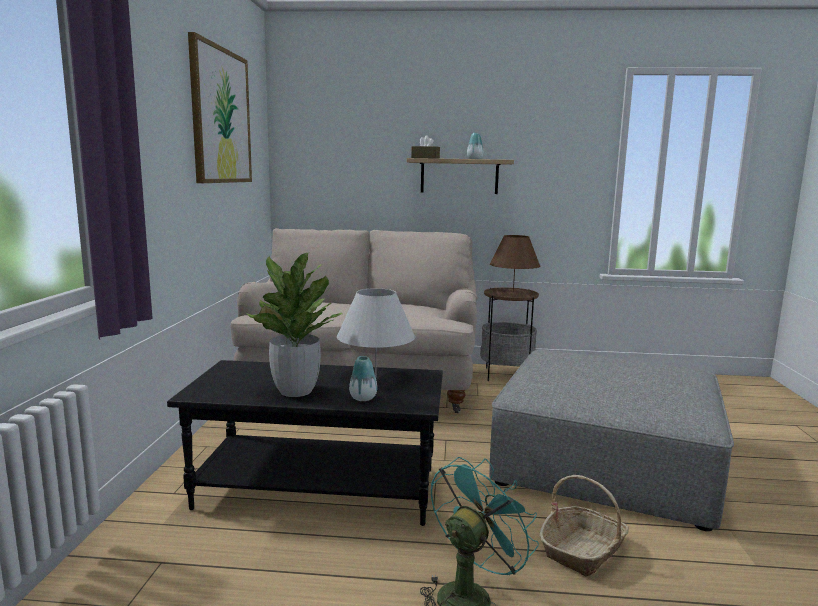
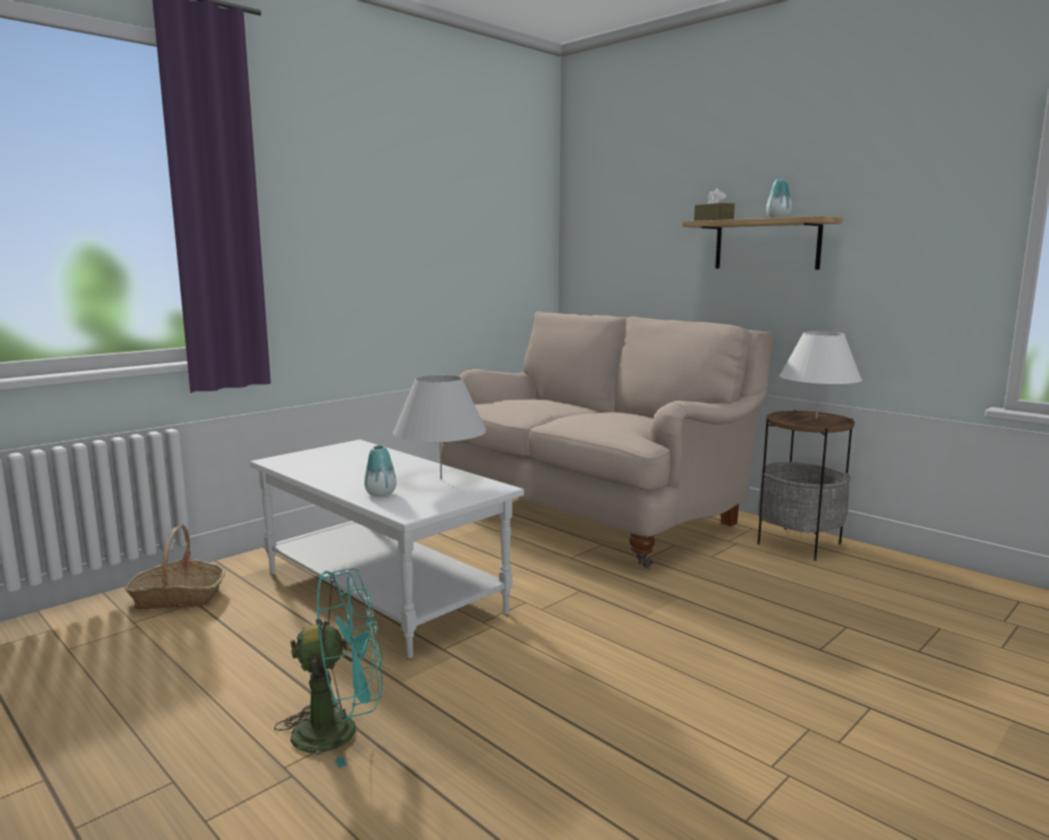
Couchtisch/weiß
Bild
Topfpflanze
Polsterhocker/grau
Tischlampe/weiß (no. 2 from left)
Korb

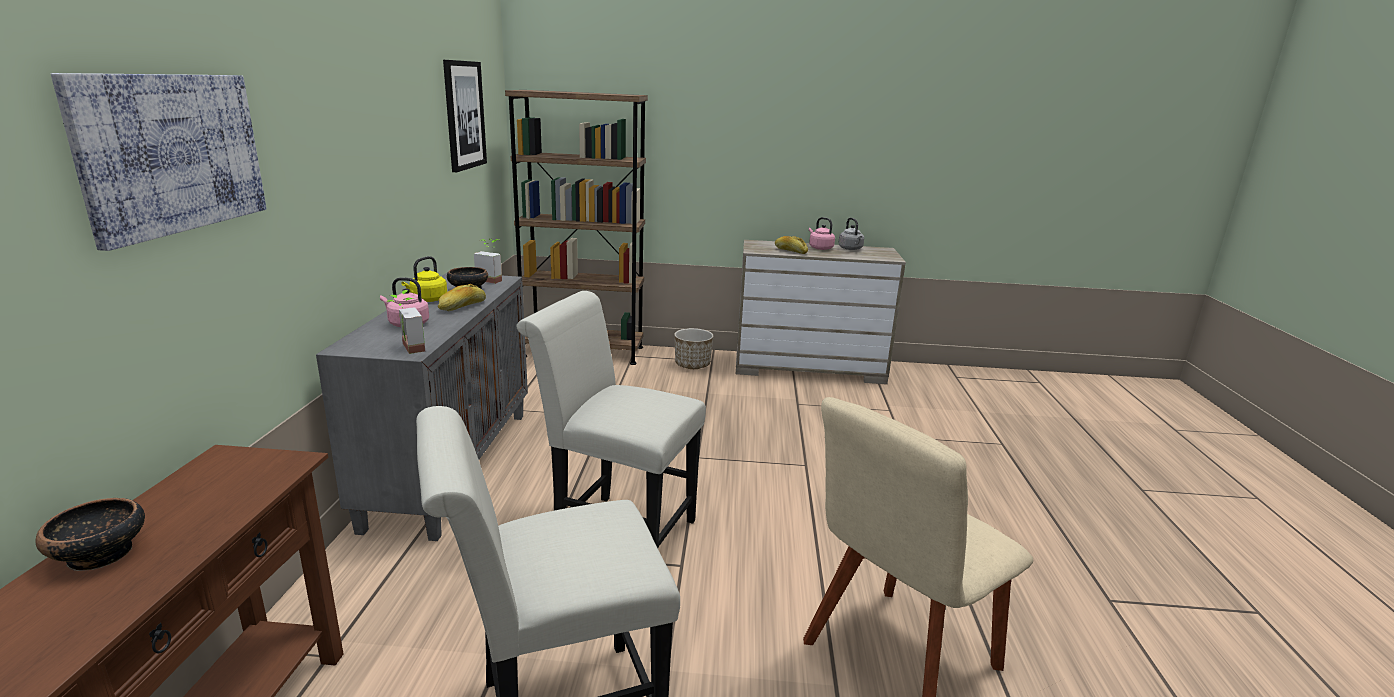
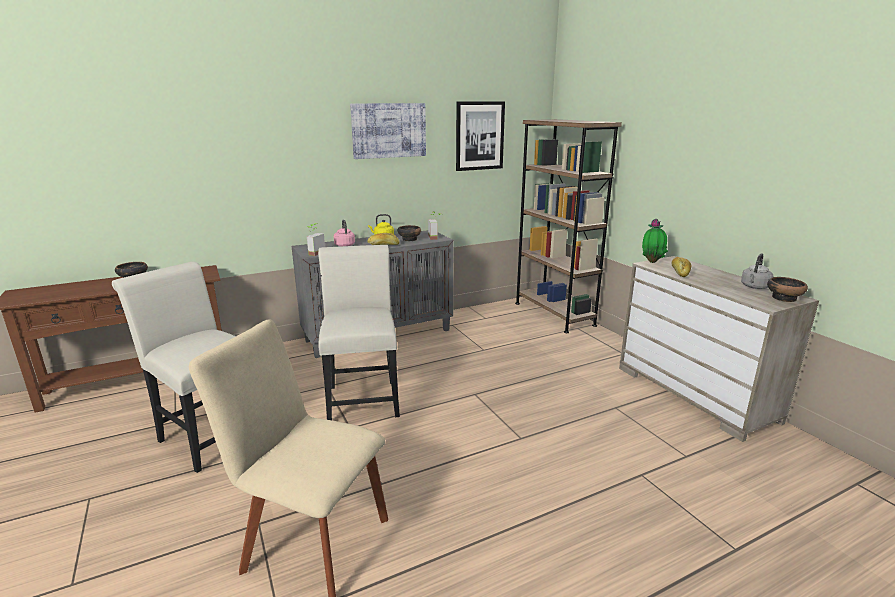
Bild (no. 1 from left)
Pflanzkübel
Wasserkessel/rosa (no. 2 from left in the first image)
Topfpflanze (no. 3 from left)
Schüssel (no. 3 from left)

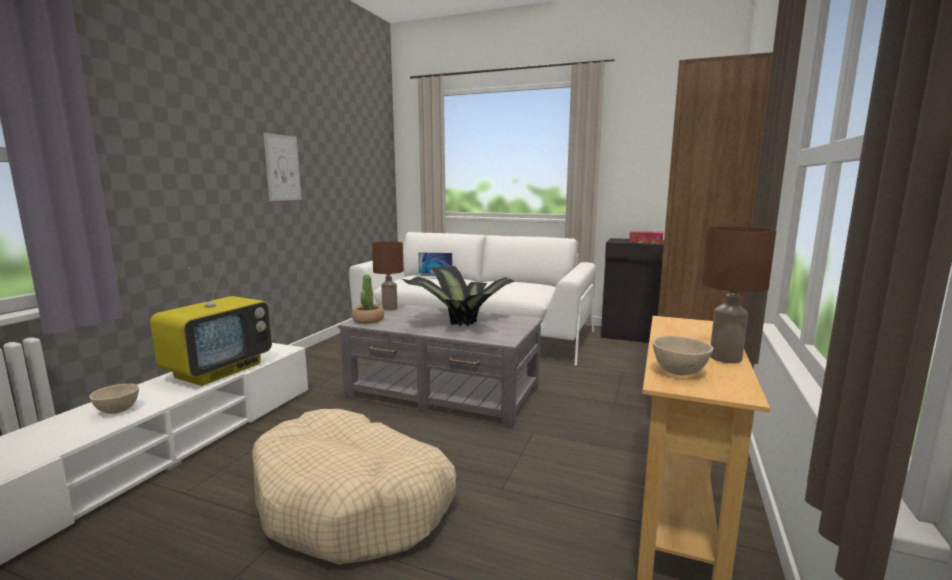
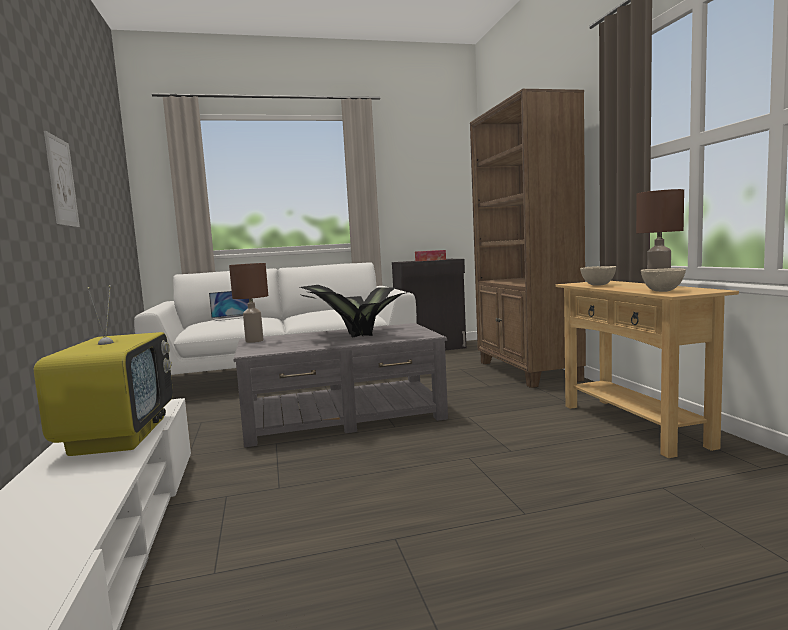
Schüssel/beige (no. 1 from left)
Hundebett/beige
Topfpflanze (no. 1 from left in the first image)

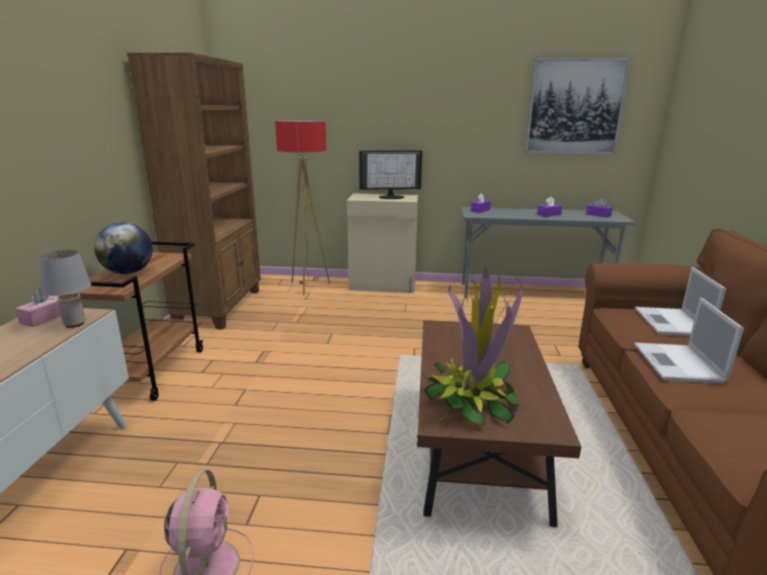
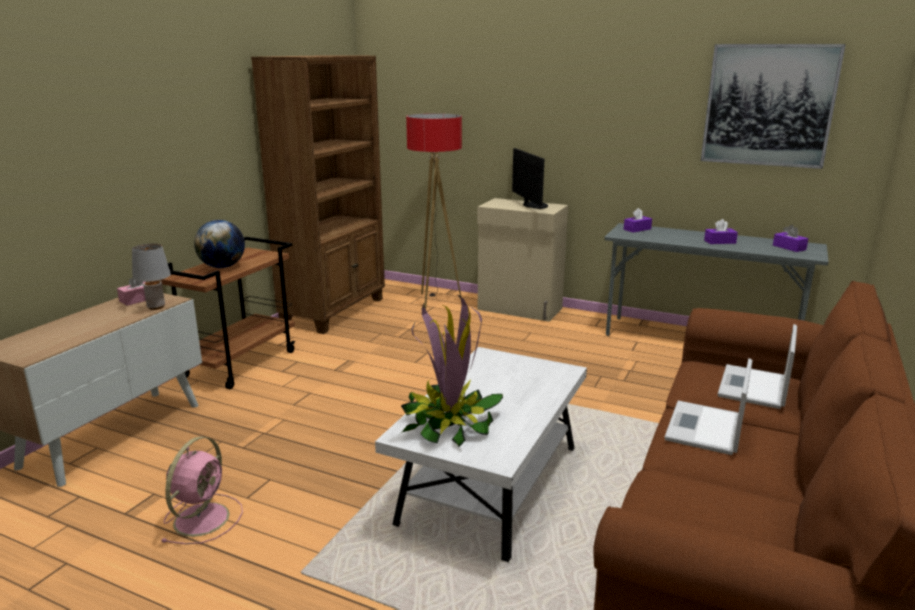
Monitor
Couchtisch/weiß

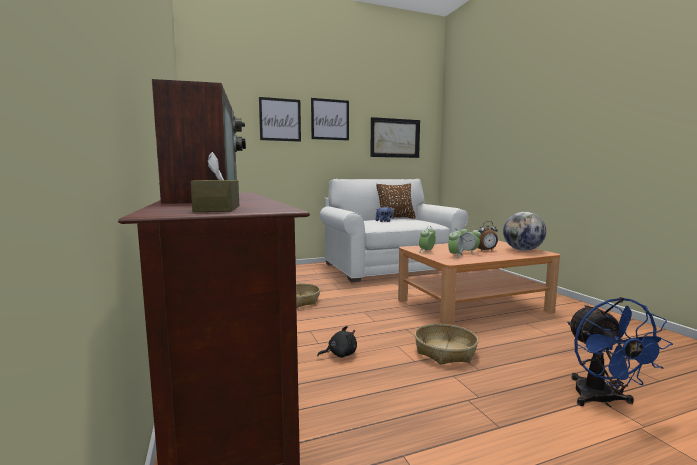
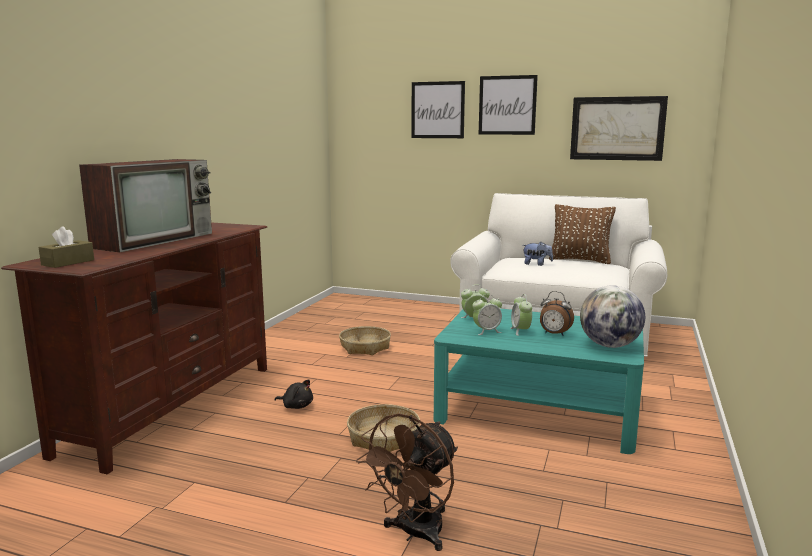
Couchtisch/türkis
Ventilator/braun

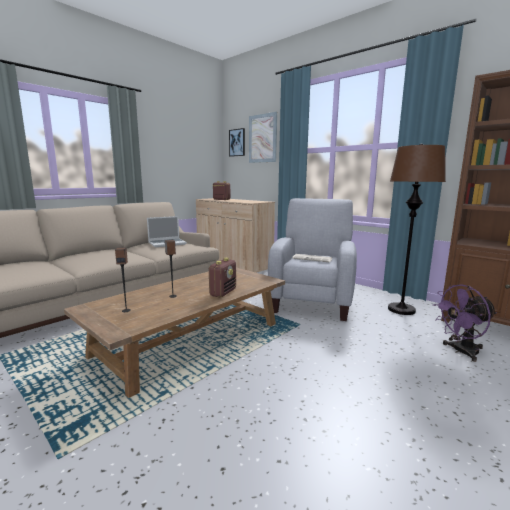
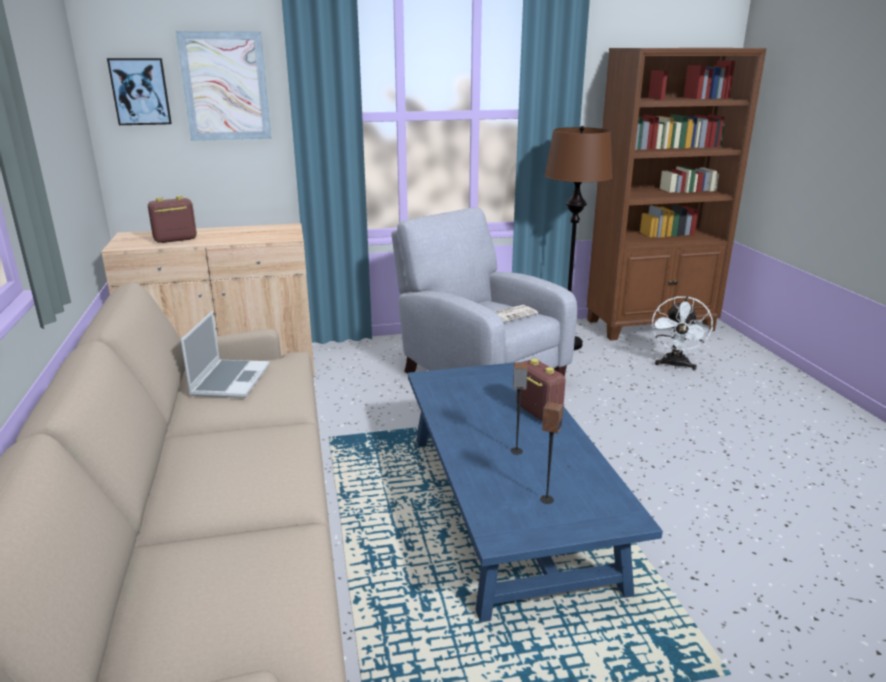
Couchtisch/blau
Ventilator/weiß

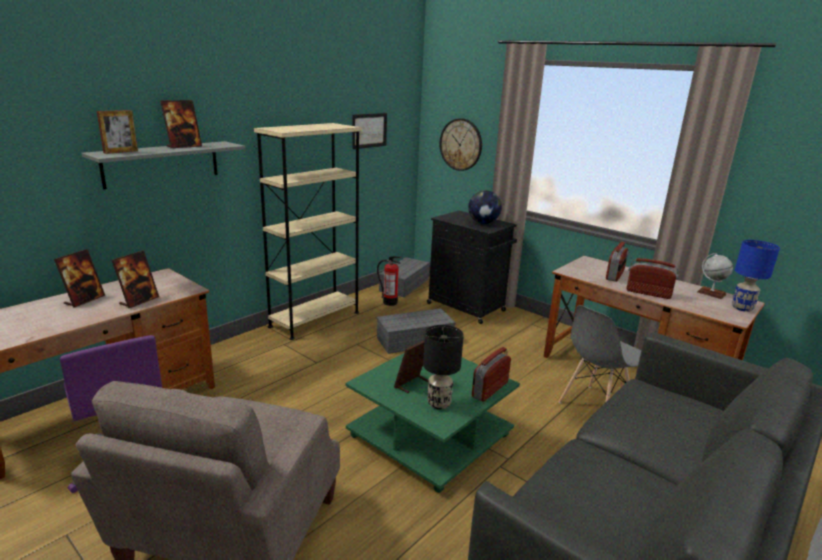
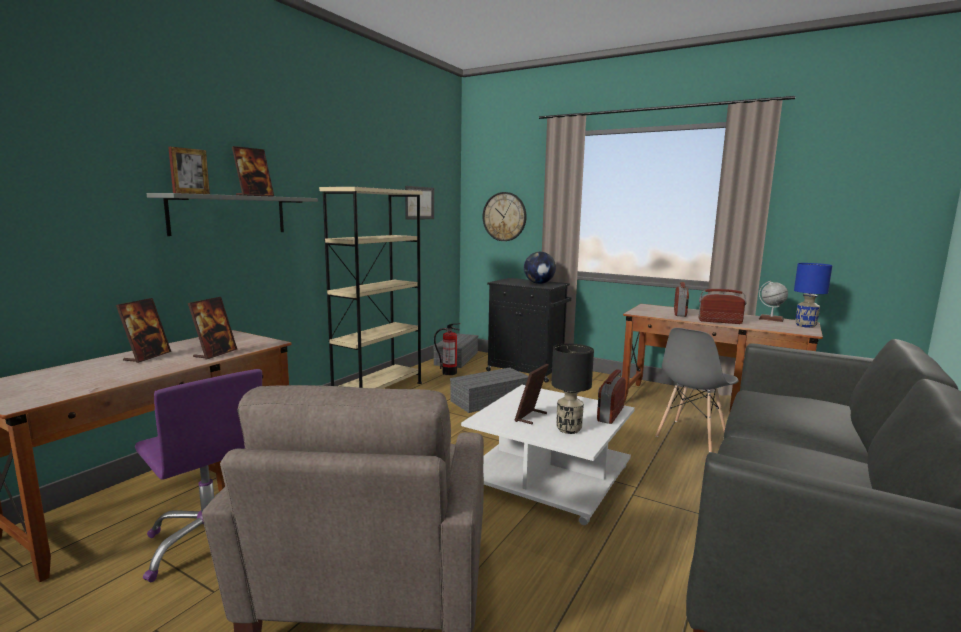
Couchtisch/weiß

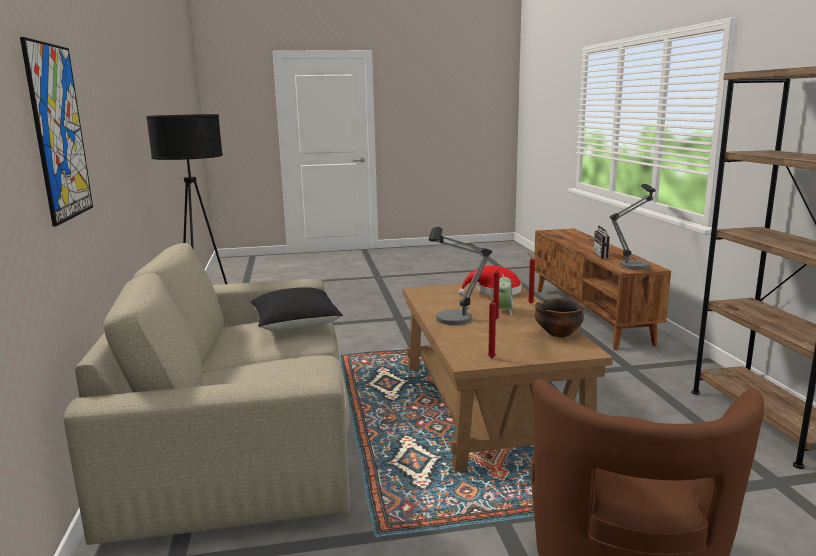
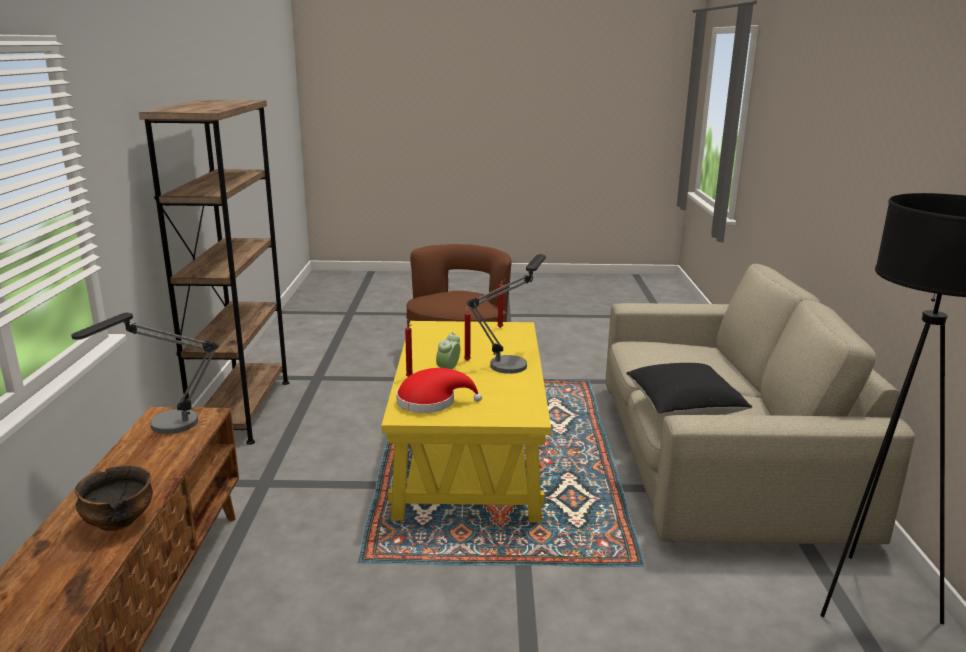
Bild
Couchtisch/gelb
Schüssel
Radio

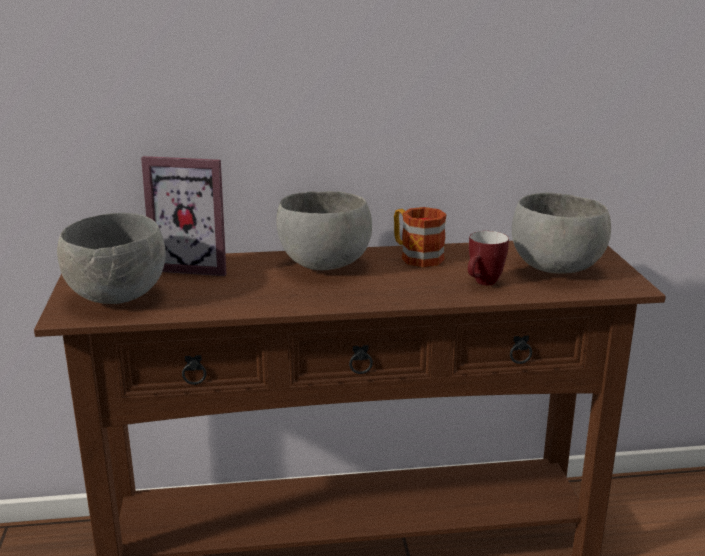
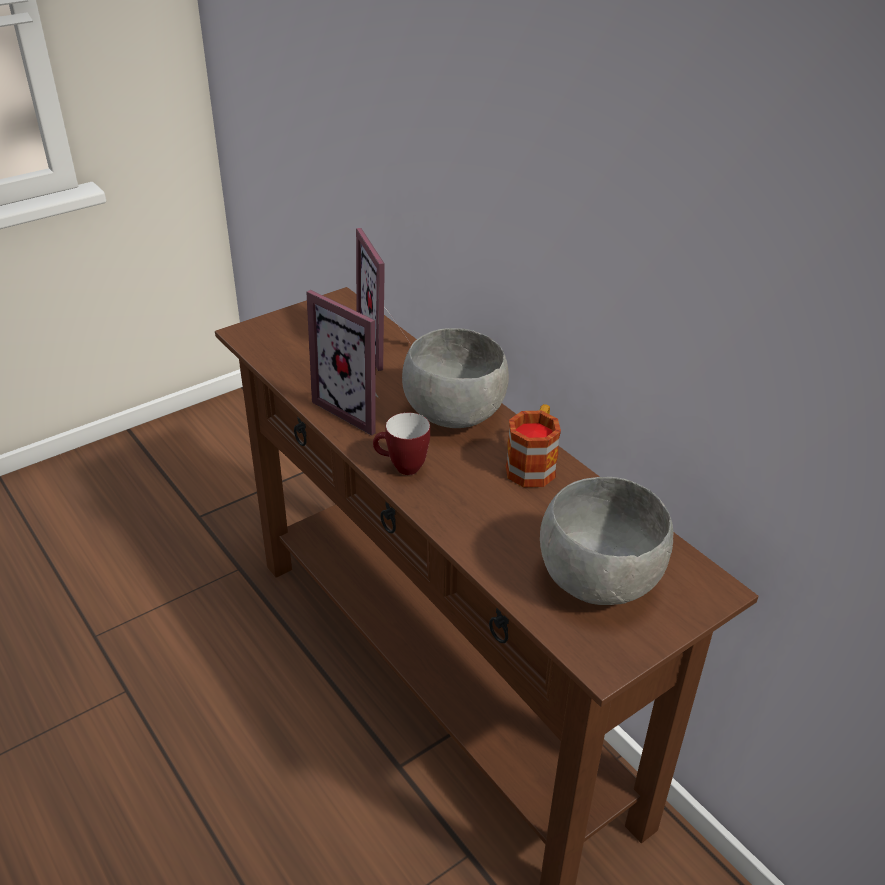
Schüssel/grau (no. 1 from left in the first image)
Henkelbecher (no. 1 from left)
Bilderrahmen (no. 1 from left)

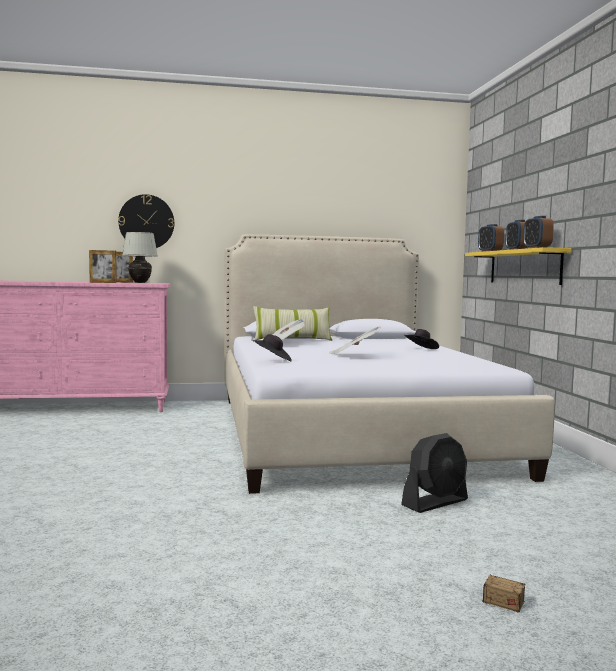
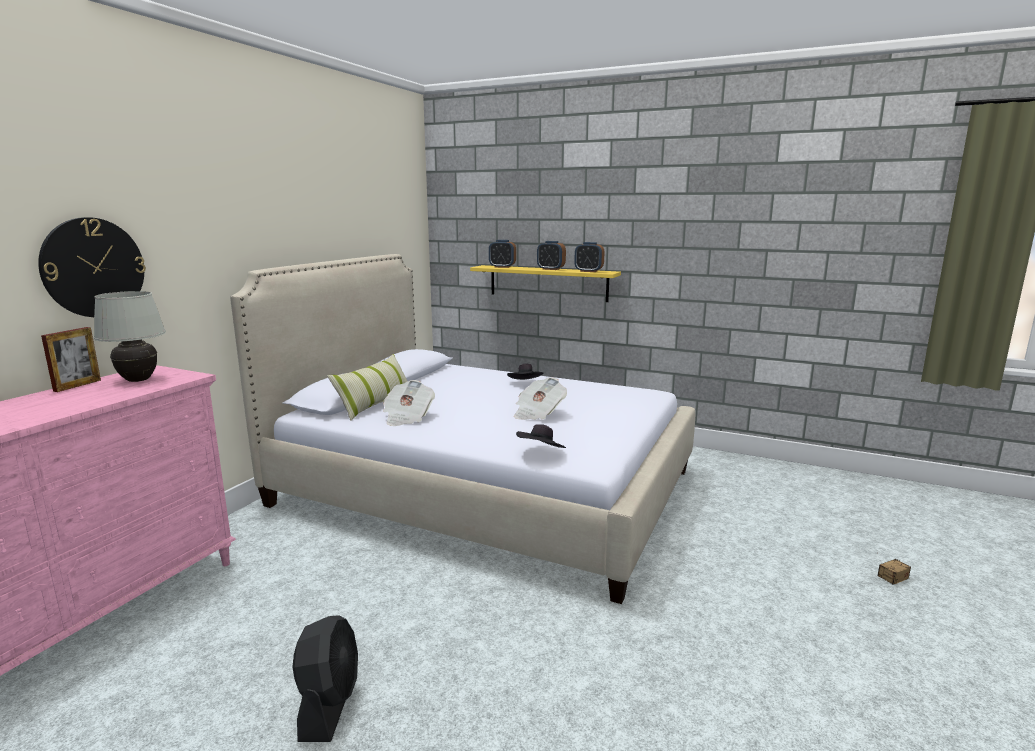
Bilderrahmen (no. 1 from left in the first image)
Ventilator/schwarz

